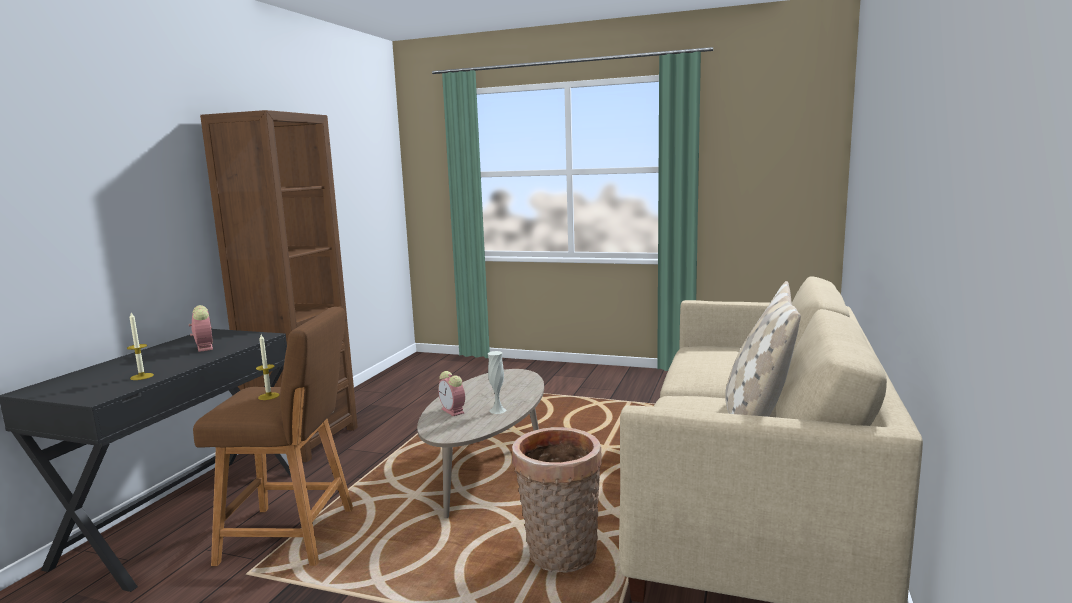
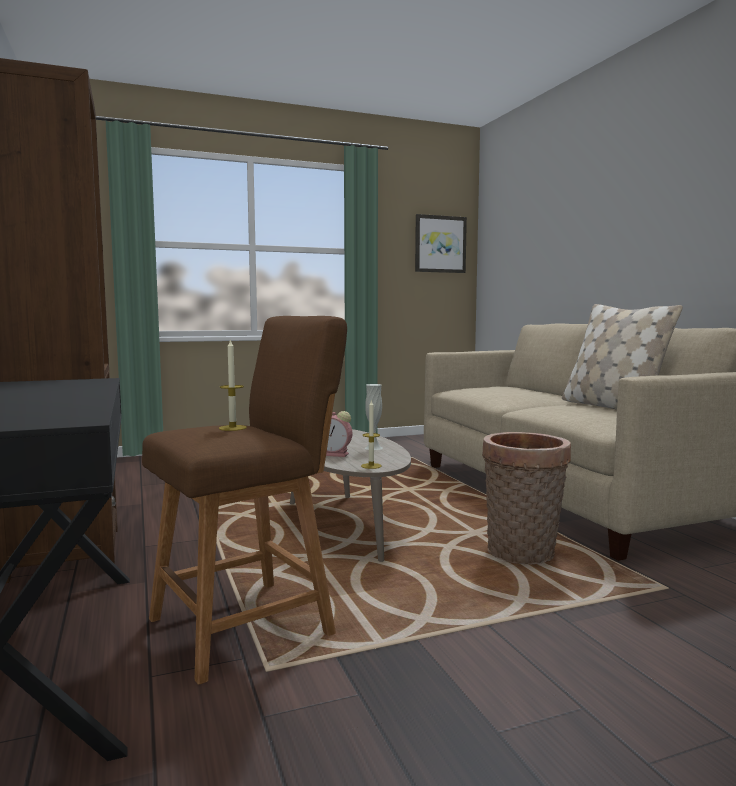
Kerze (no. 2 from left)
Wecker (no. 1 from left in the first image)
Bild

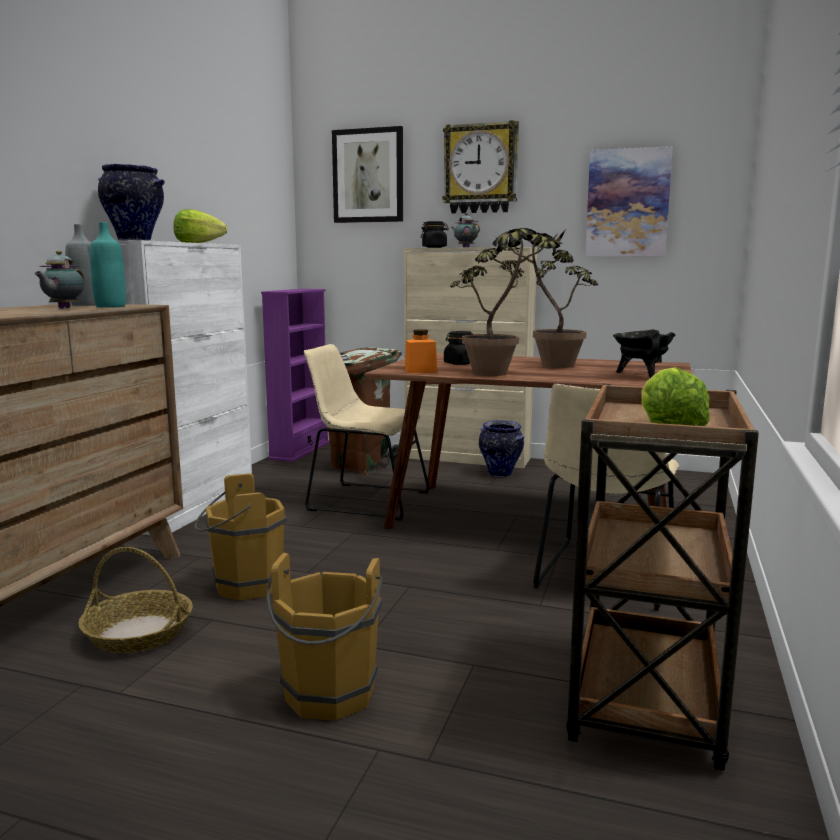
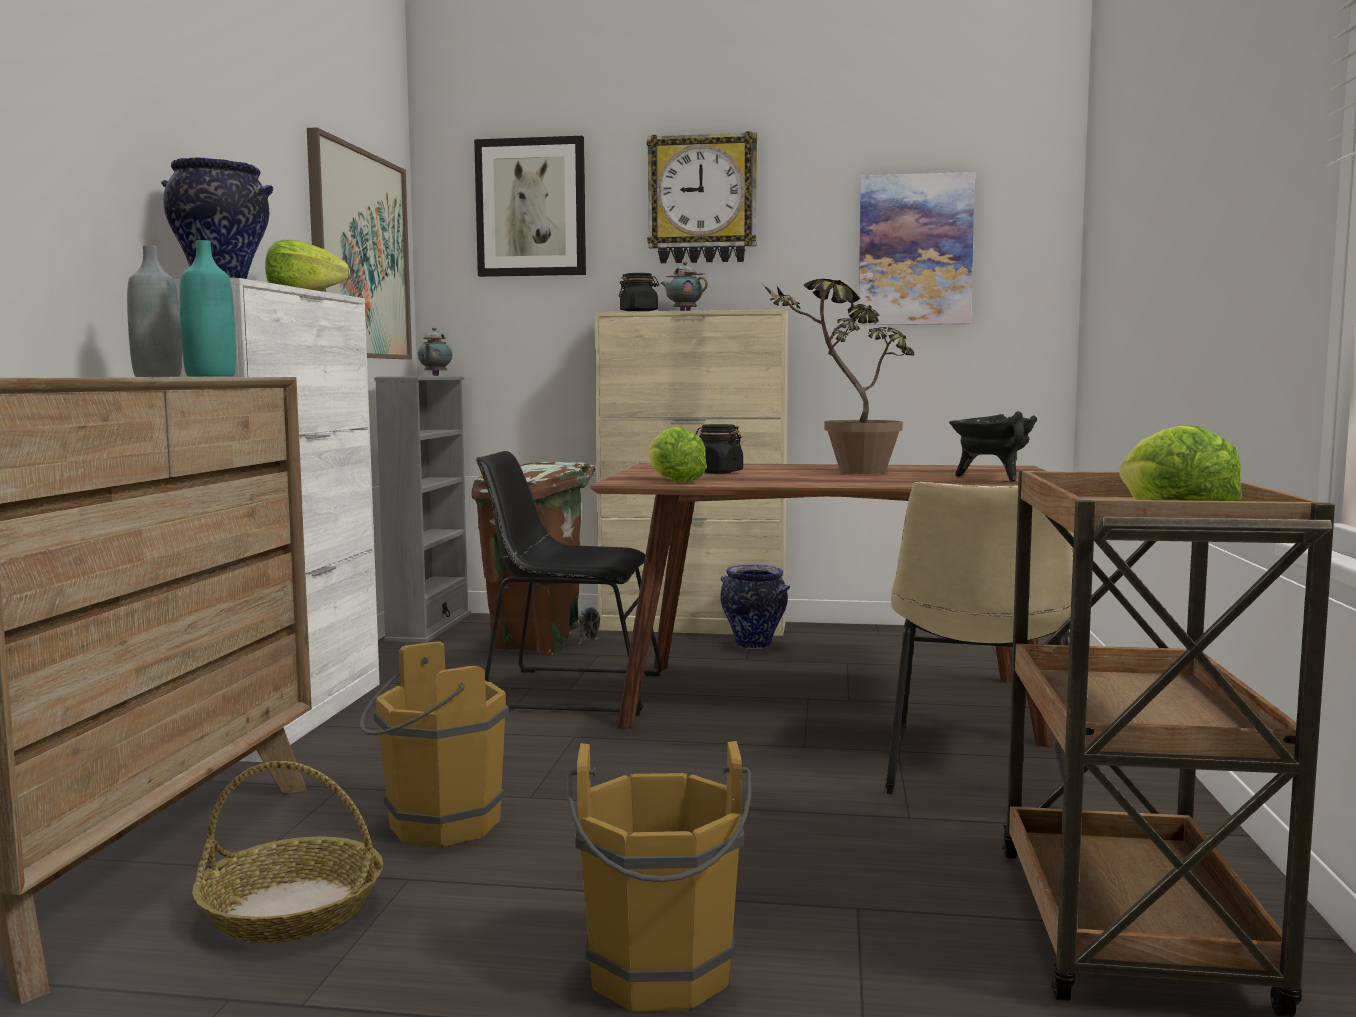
Teekanne (no. 1 from left)
Bücherregal/grau
Stuhl/schwarz
Salatkopf (no. 2 from left)
Topfpflanze (no. 1 from left in the first image)
Bild (no. 1 from left)

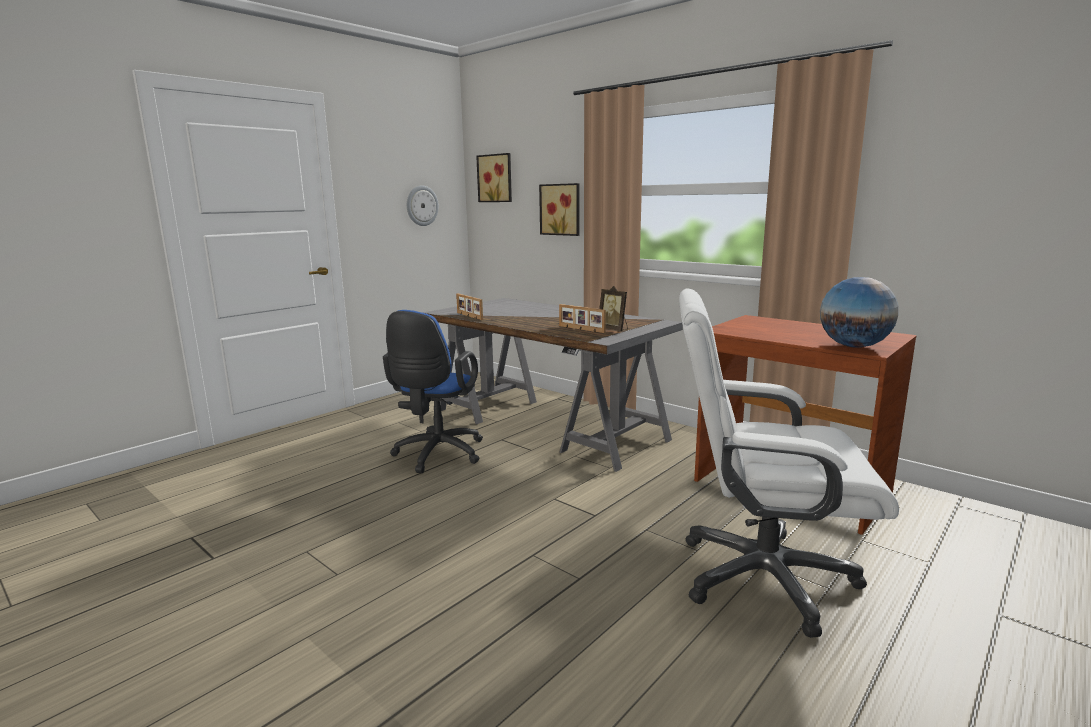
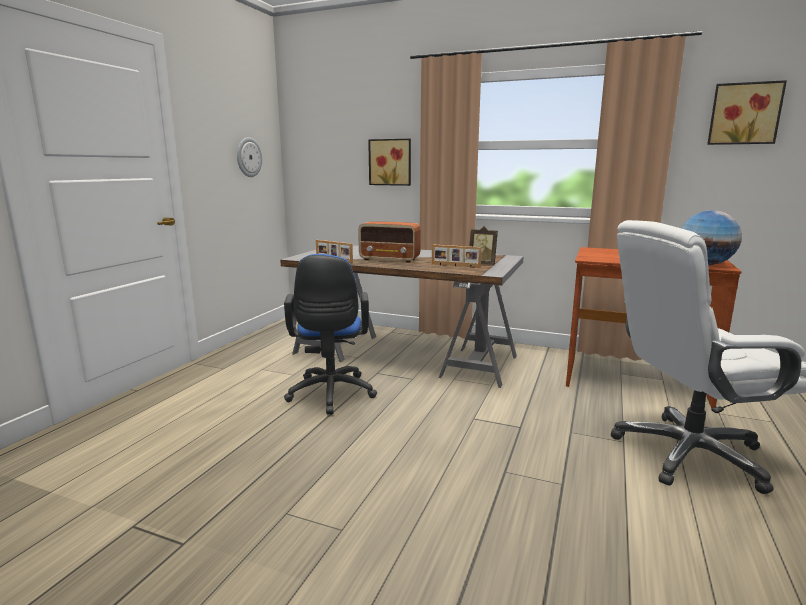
Bild (no. 2 from left)
Radio

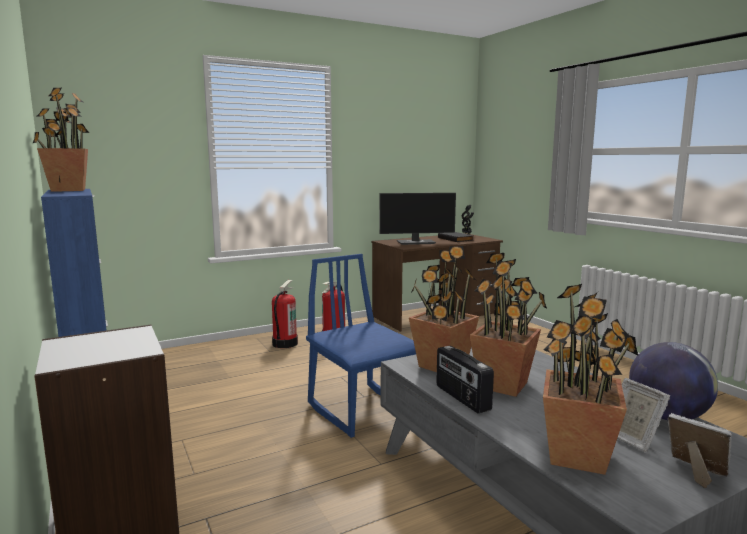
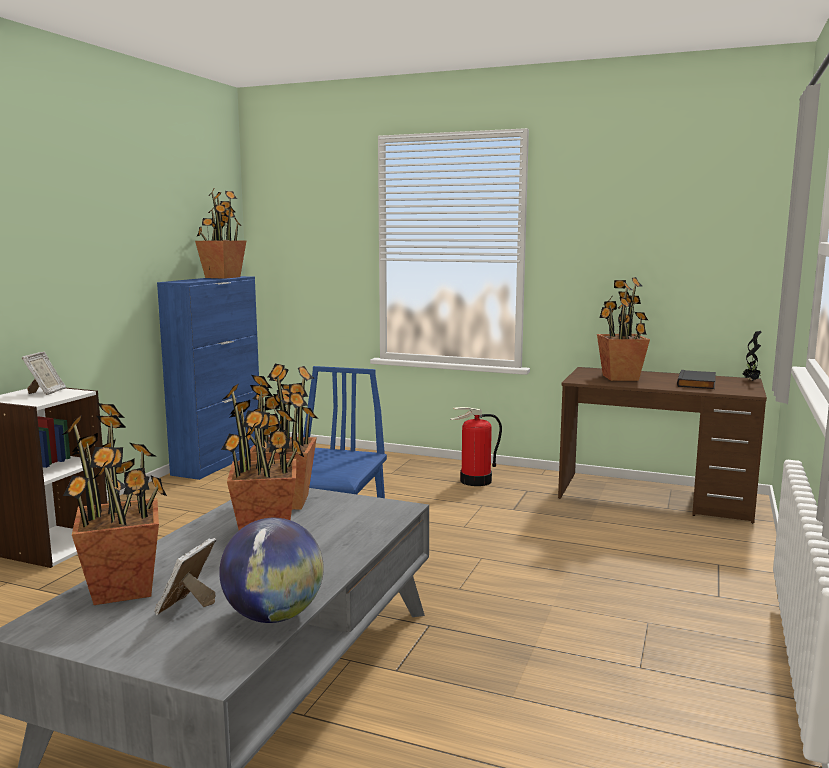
Feuerlöscher (no. 1 from left in the first image)
Topfpflanze (no. 5 from left)
Radio
Bilderrahmen (no. 1 from left)

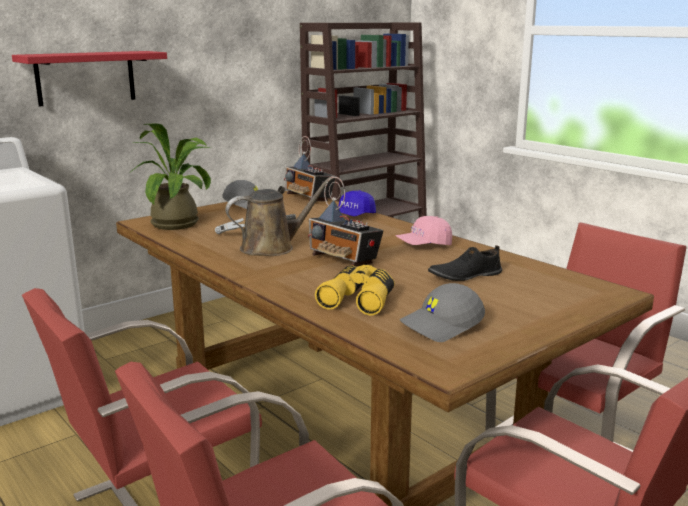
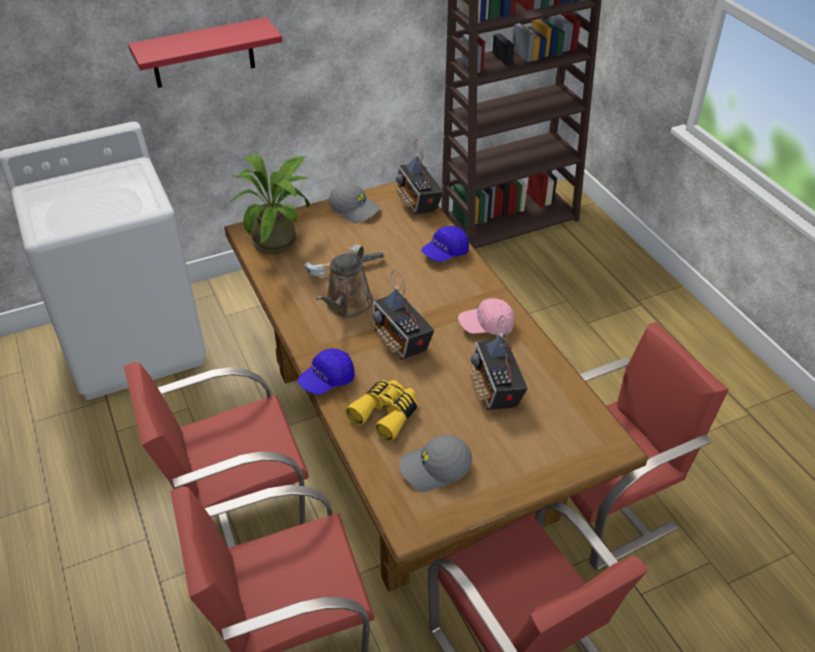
Gießkanne/braun
Radio (no. 3 from left)
Kappe/blau (no. 1 from left)

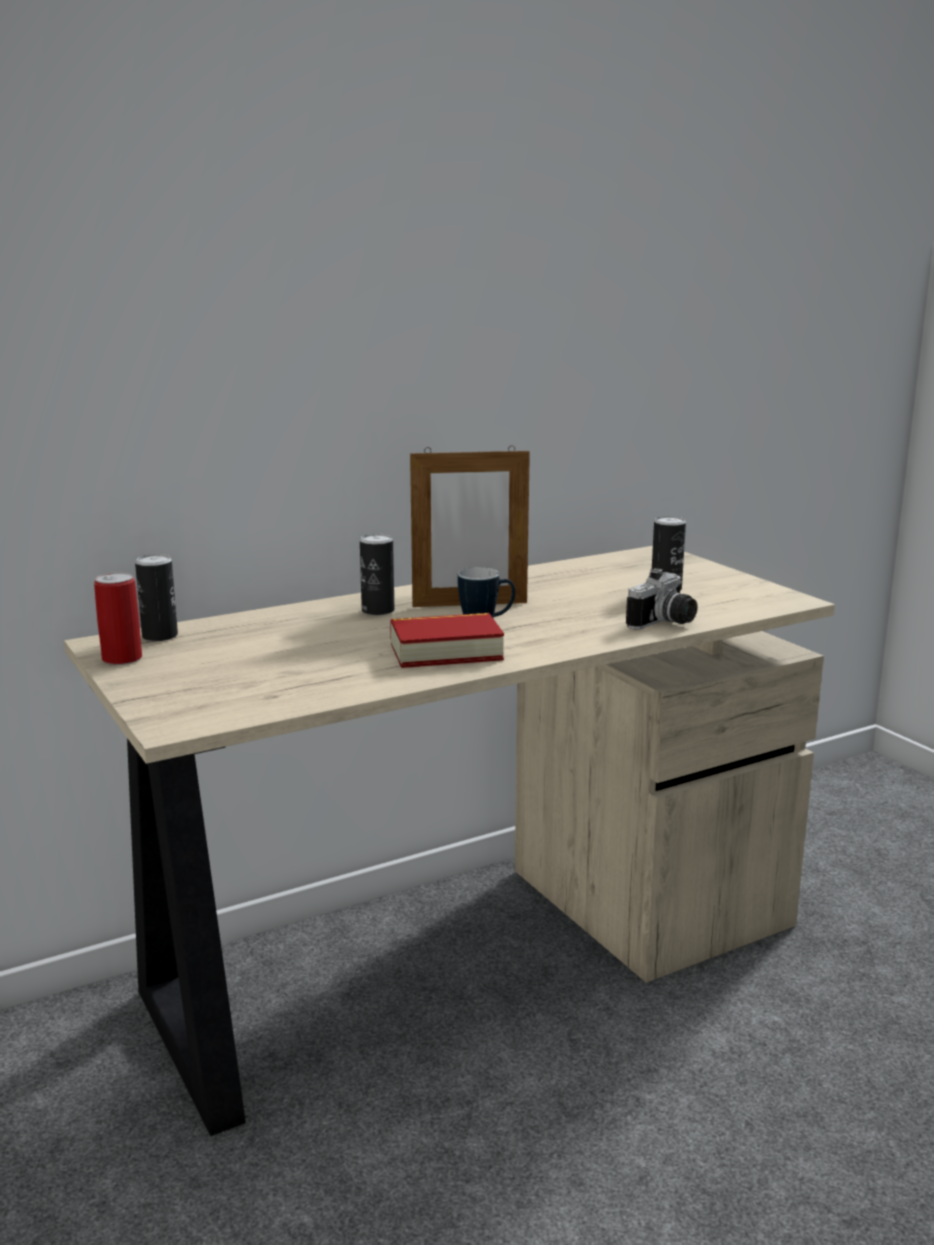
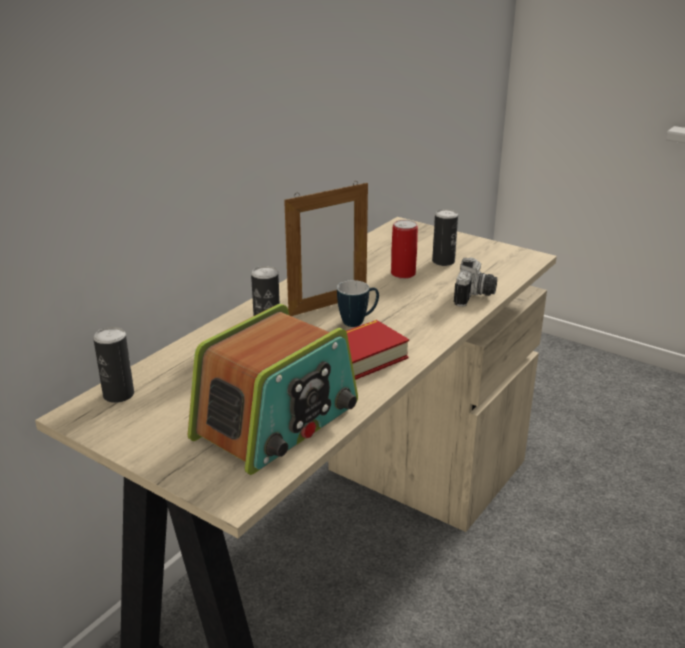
Dose (no. 3 from left)
Radio

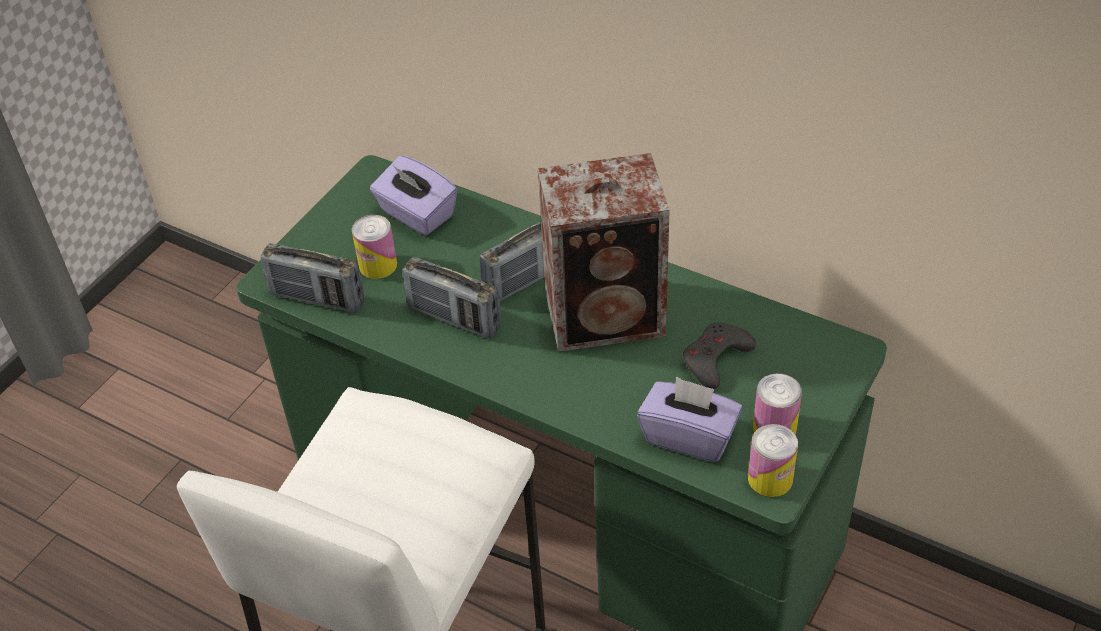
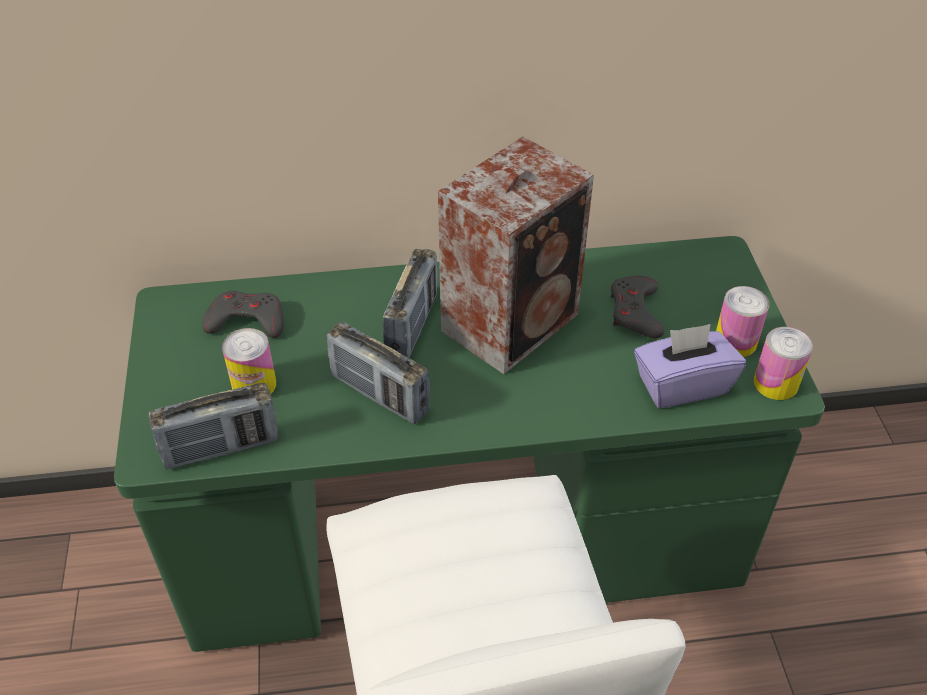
Gamepad/grau (no. 1 from left)
Radio (no. 2 from left)

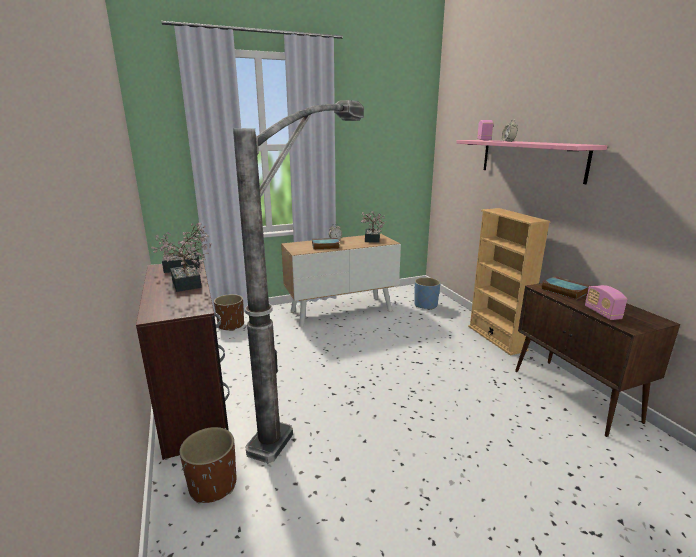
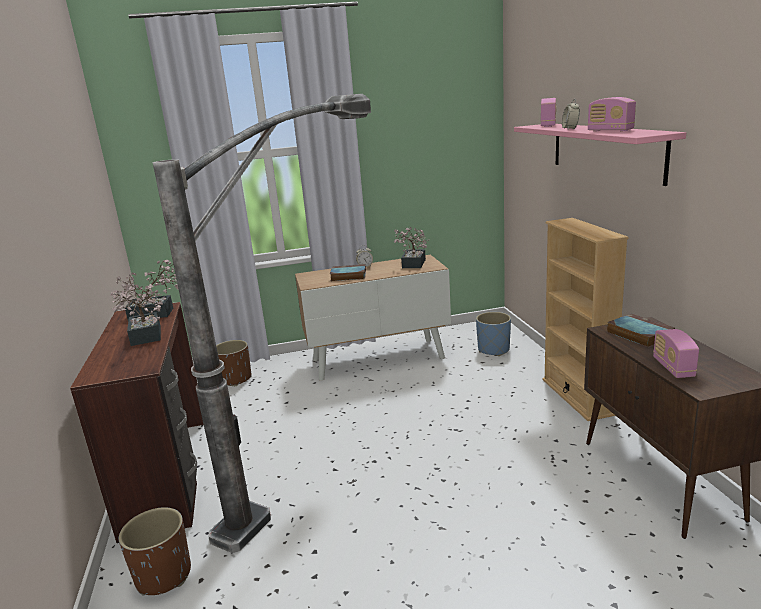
Radio (no. 2 from left)

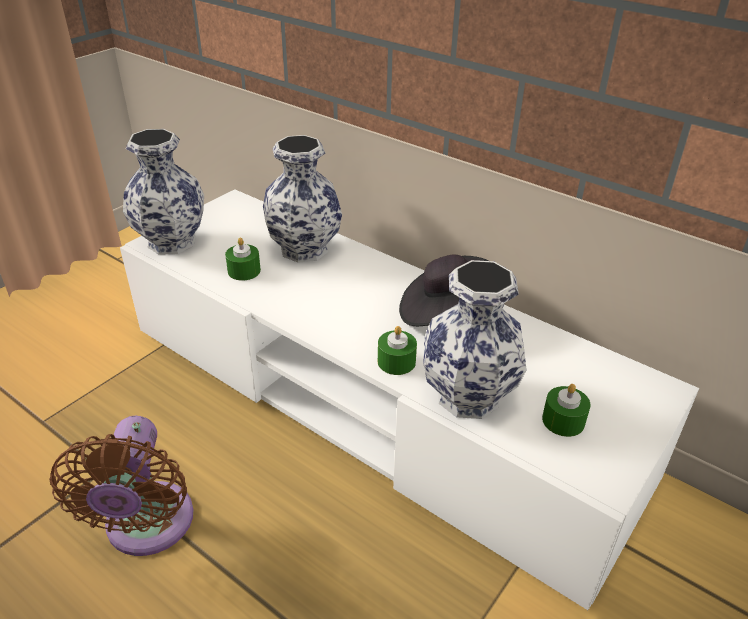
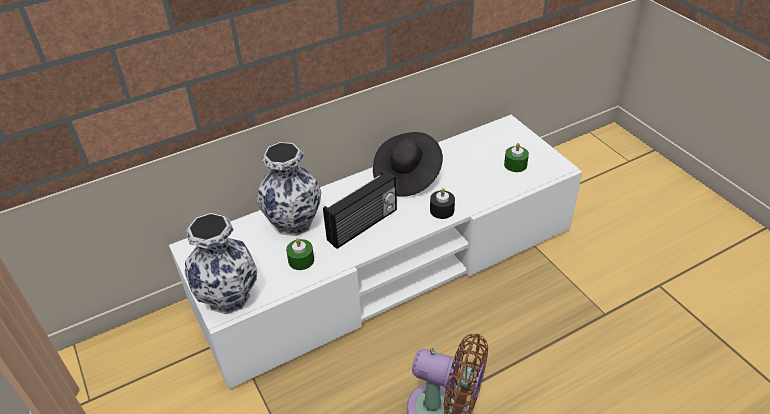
Kerze/schwarz
Vase (no. 3 from left in the first image)
Radio

